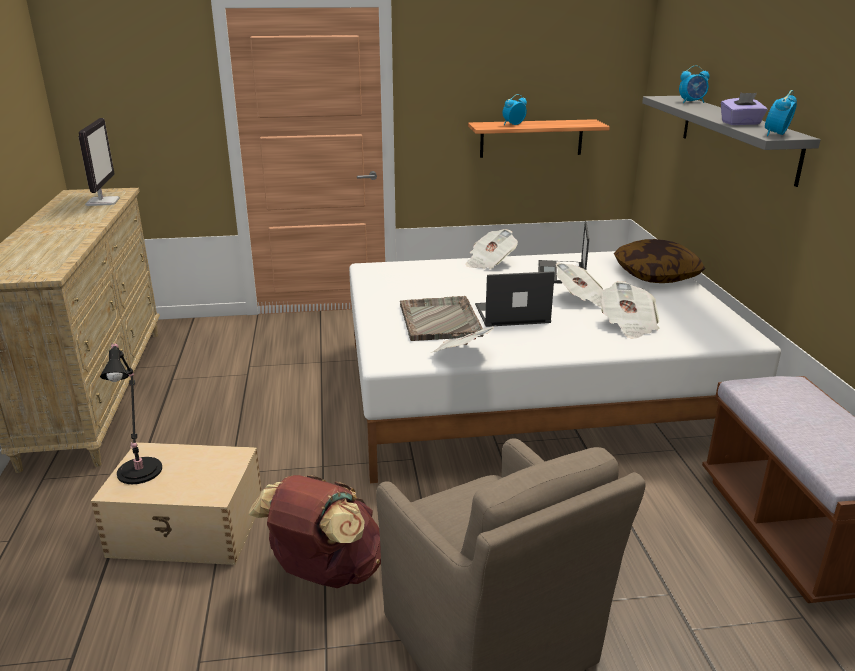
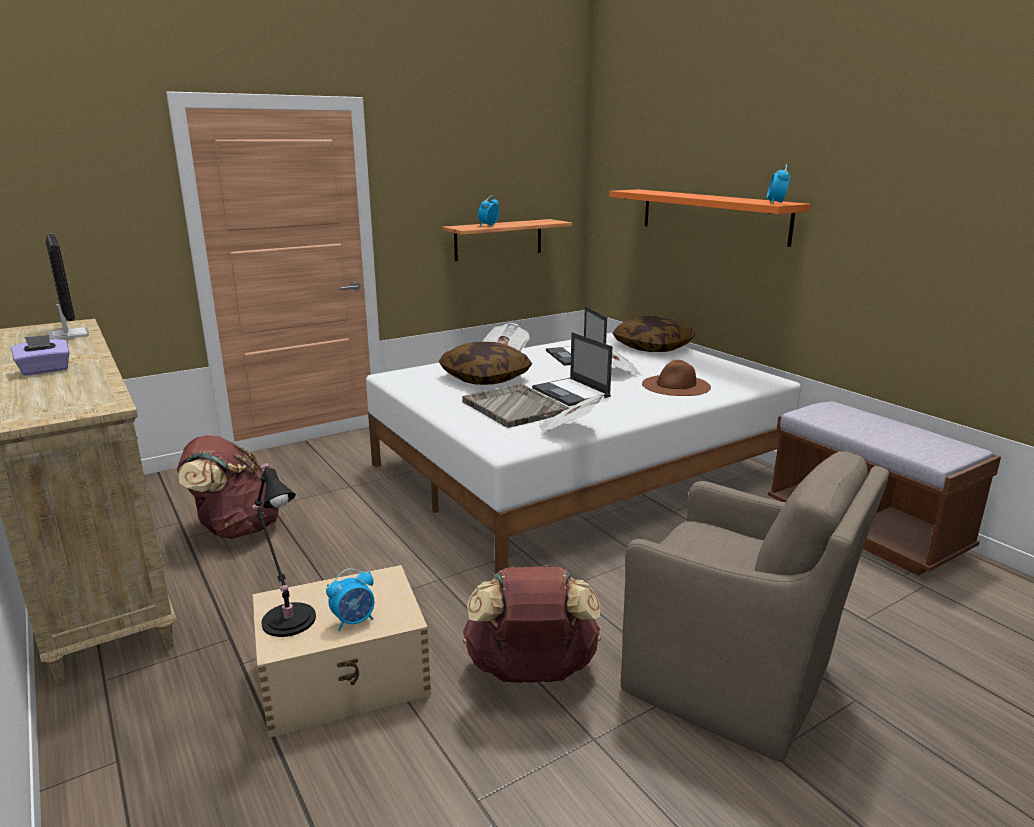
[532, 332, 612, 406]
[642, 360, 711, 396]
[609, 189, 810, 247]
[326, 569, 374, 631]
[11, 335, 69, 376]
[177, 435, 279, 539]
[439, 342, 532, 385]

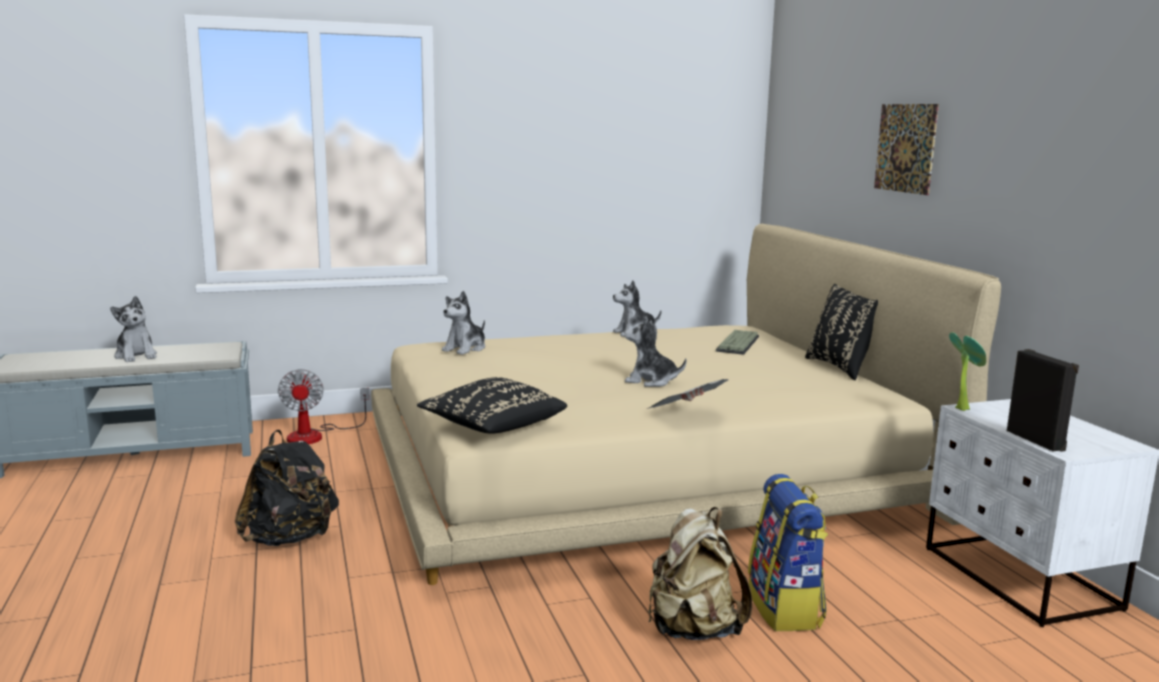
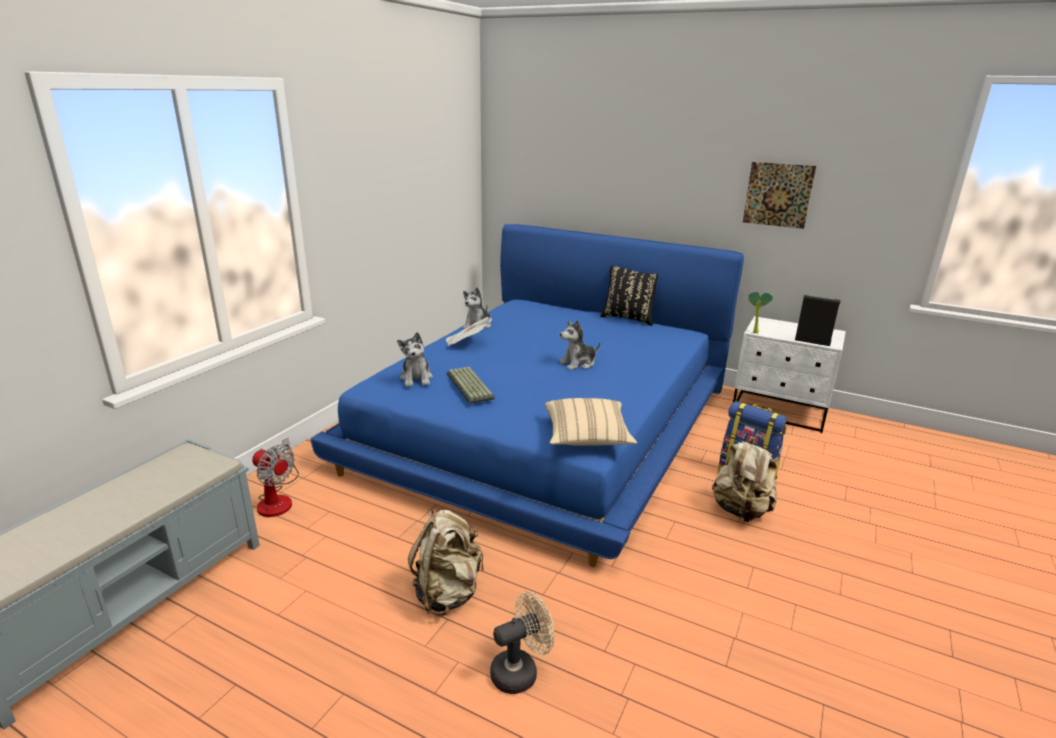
[110, 296, 157, 362] (first image)
[408, 510, 484, 616]
[311, 224, 744, 567]
[545, 398, 637, 446]
[446, 317, 492, 346]
[447, 367, 495, 404]
[743, 162, 816, 229]
[490, 591, 555, 694]

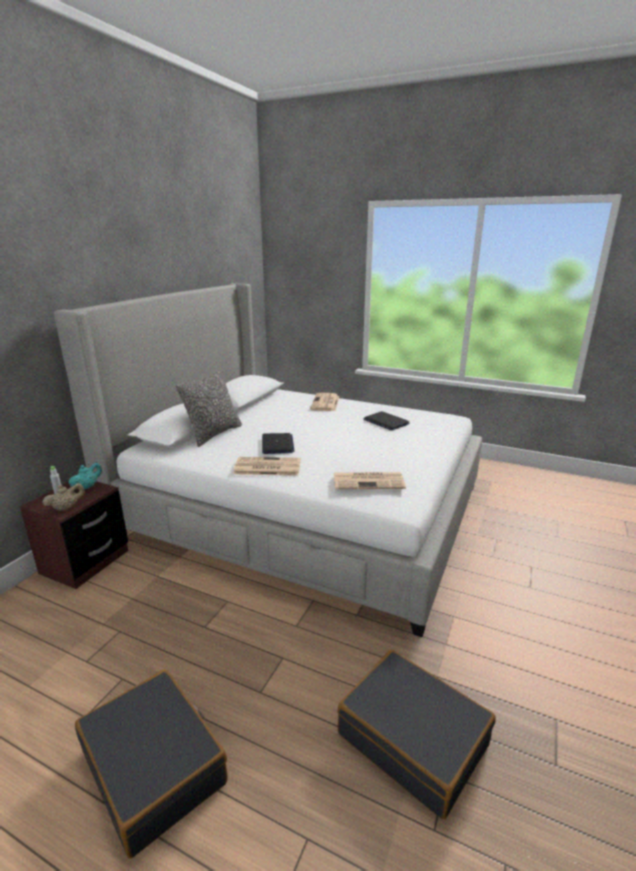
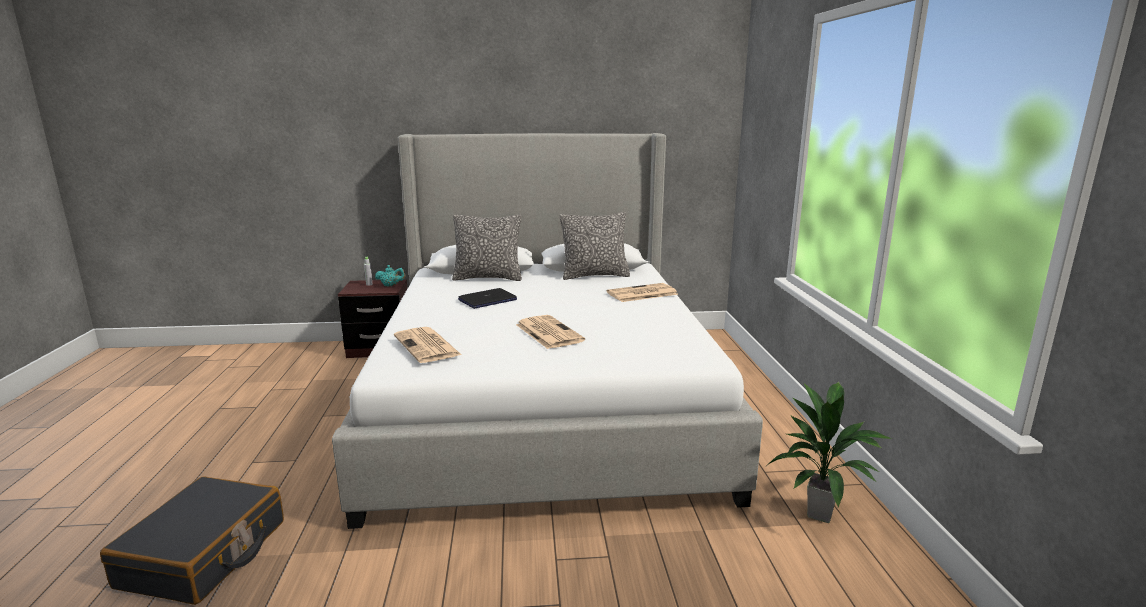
[43, 483, 85, 511] (first image)
[75, 669, 228, 859] (first image)
[516, 315, 585, 349]
[363, 411, 409, 431] (first image)
[560, 212, 630, 280]
[767, 382, 892, 523]

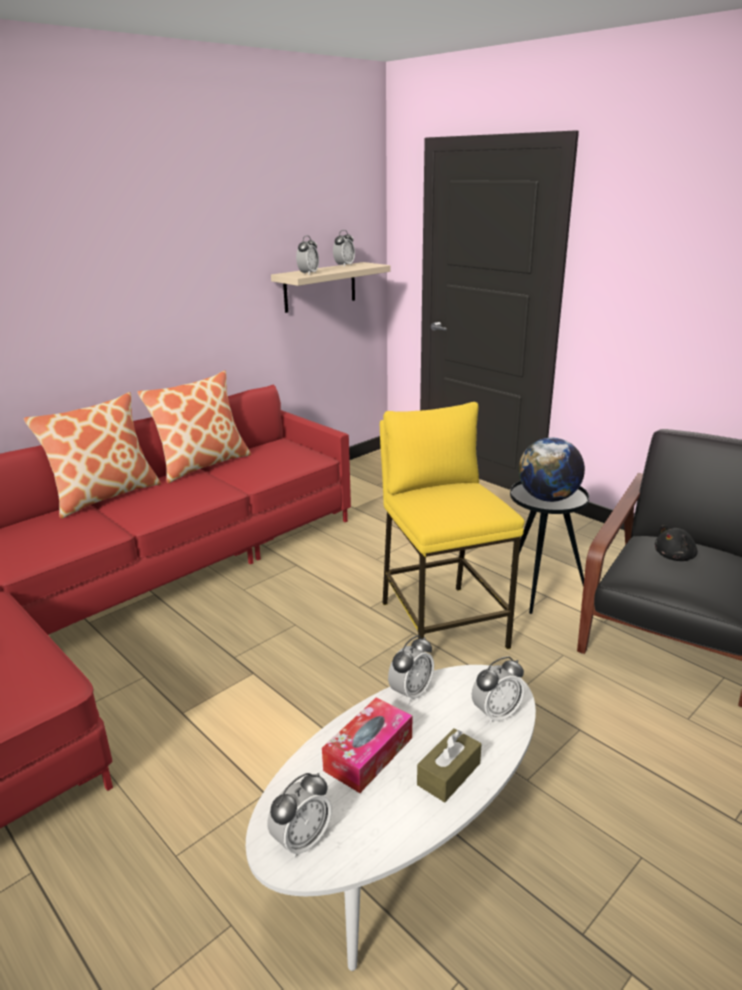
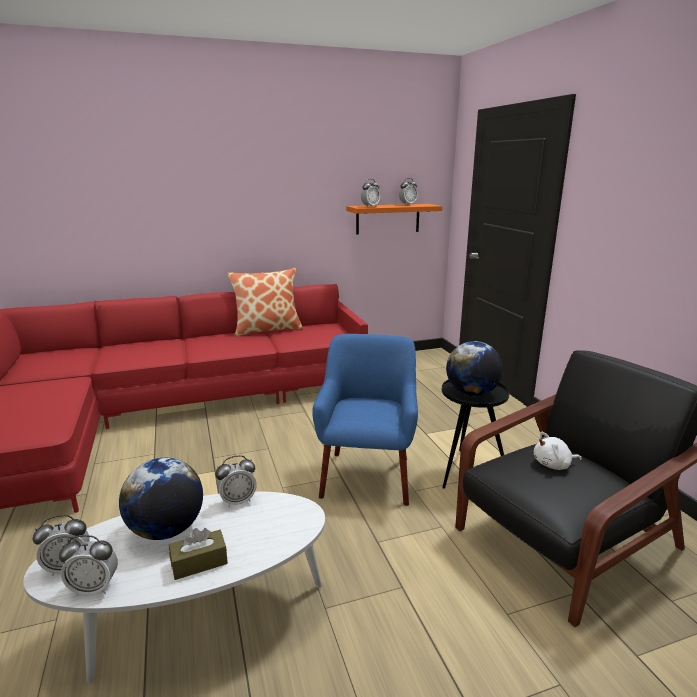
[24, 392, 161, 519] (first image)
[346, 204, 442, 235]
[119, 458, 203, 540]
[312, 334, 418, 506]
[59, 535, 118, 595]
[534, 432, 582, 470]

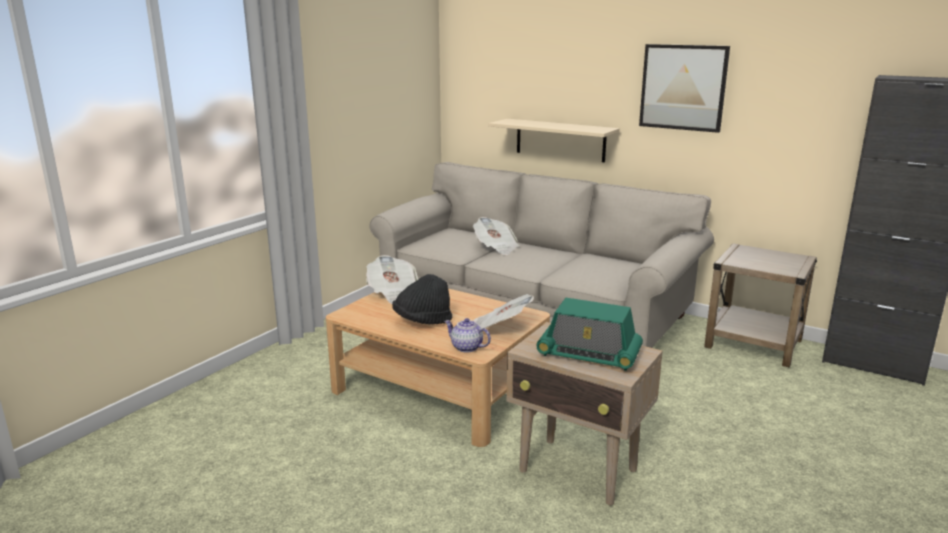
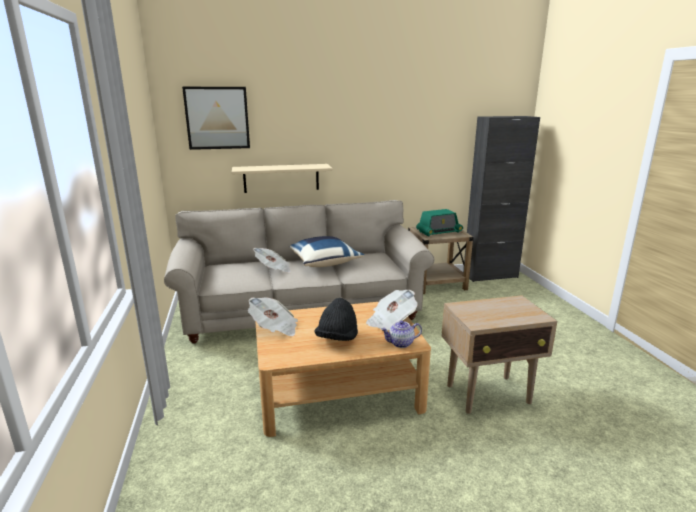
[416, 209, 463, 236]
[182, 87, 250, 150]
[289, 236, 364, 267]

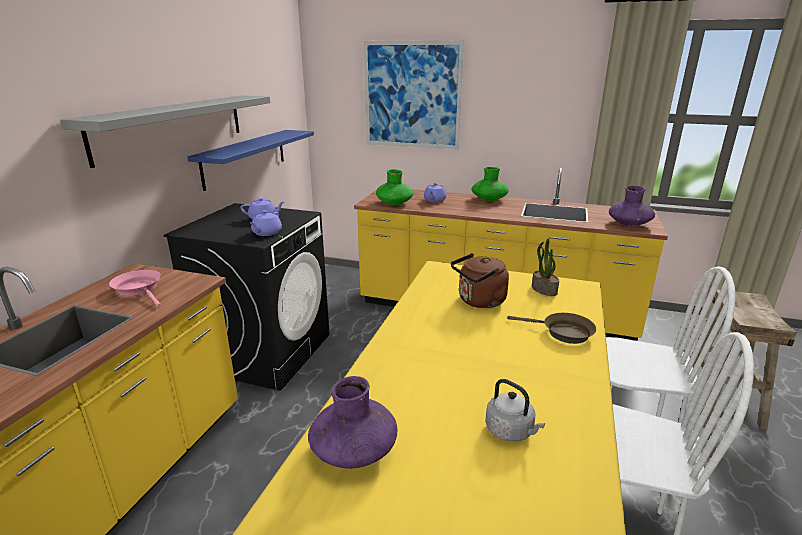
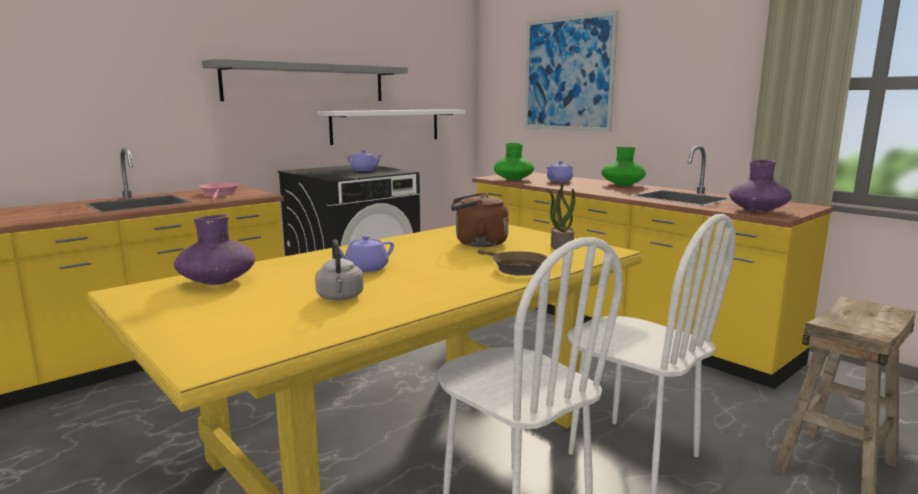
[317, 109, 465, 145]
[339, 235, 394, 273]

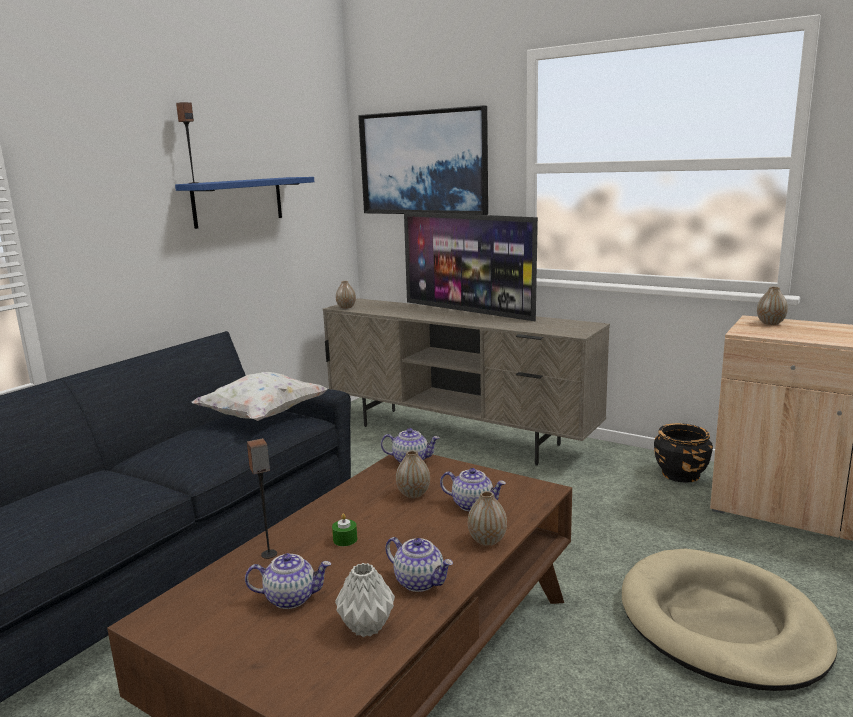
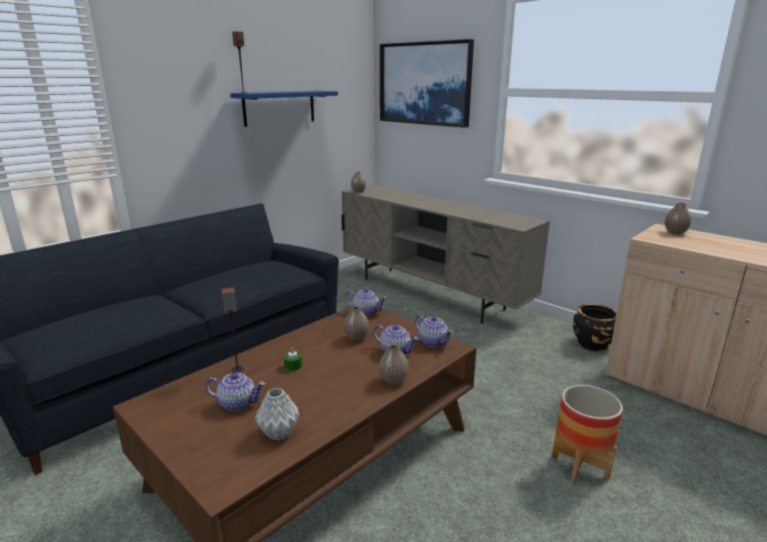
[192, 372, 328, 421] (first image)
[415, 315, 453, 347]
[404, 212, 538, 321] (first image)
[552, 385, 623, 484]

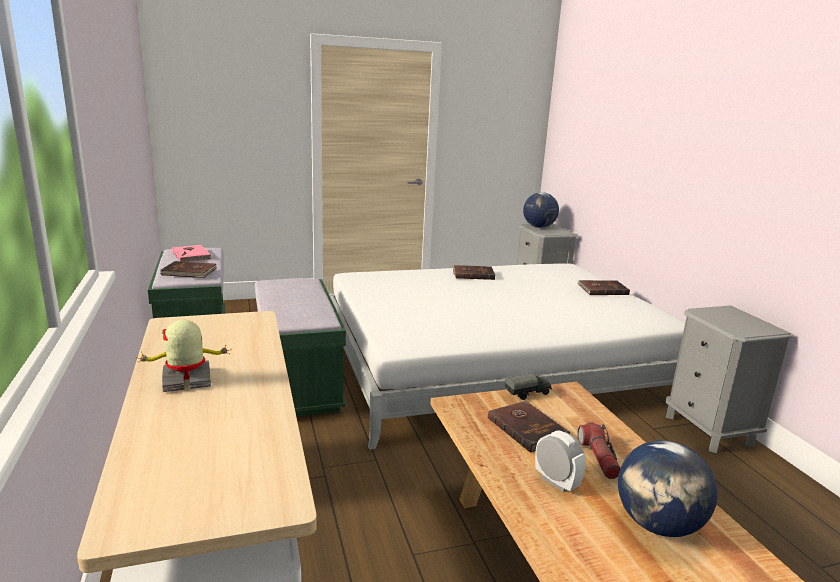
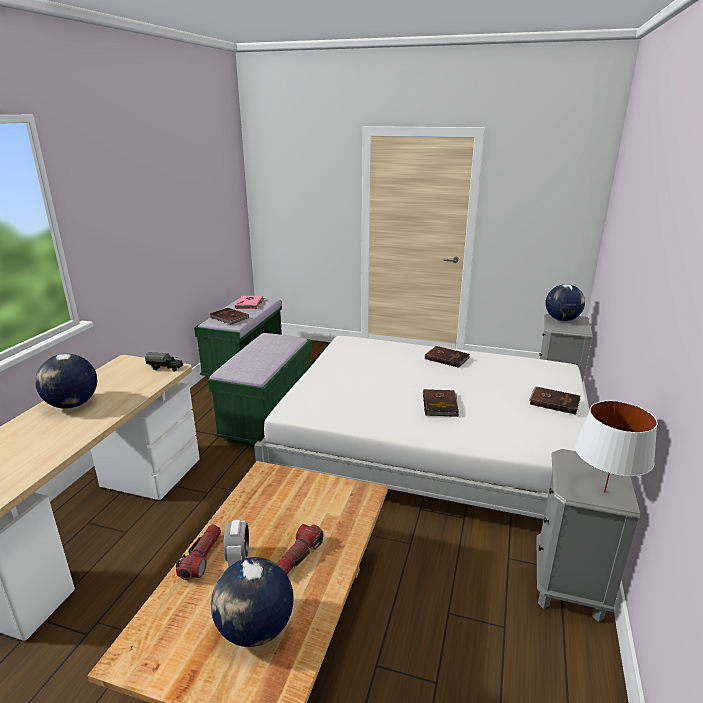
[35, 354, 97, 409]
[423, 389, 459, 417]
[145, 352, 183, 372]
[176, 524, 221, 580]
[575, 401, 657, 493]

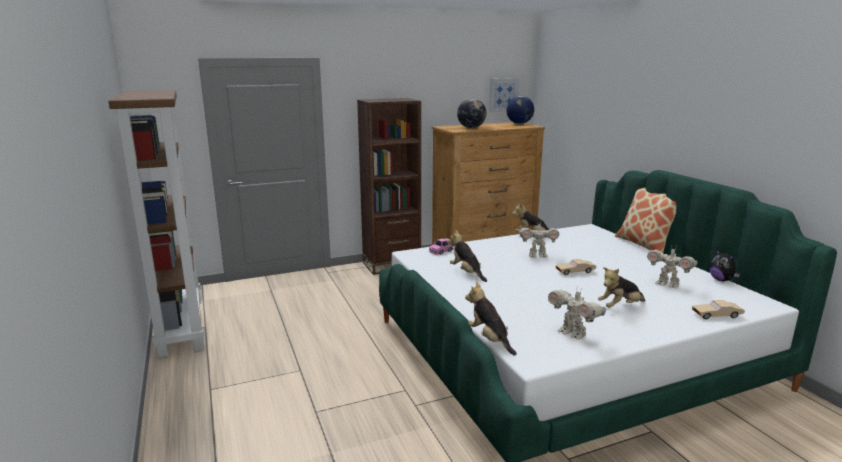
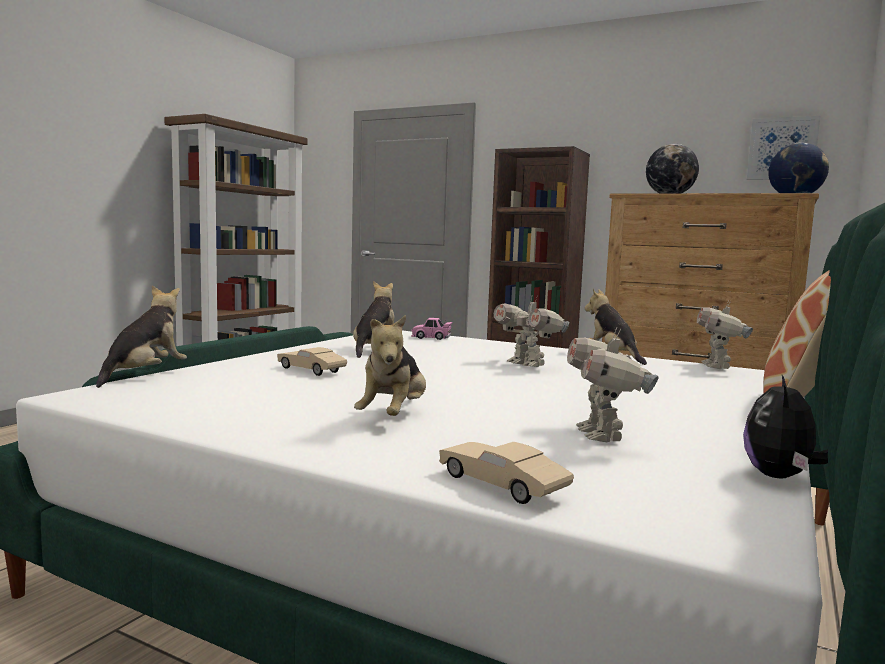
[697, 301, 753, 369]
[277, 347, 347, 376]
[354, 315, 426, 416]

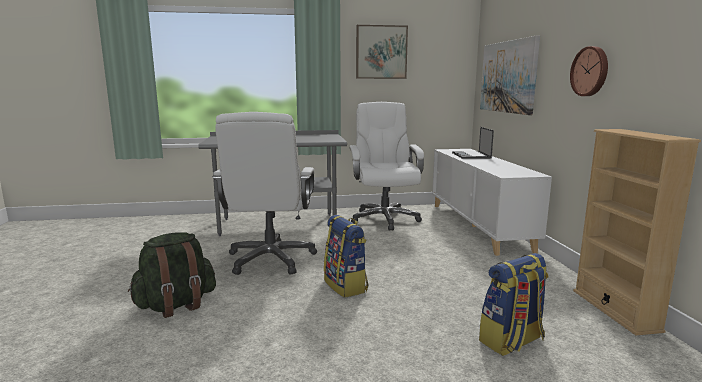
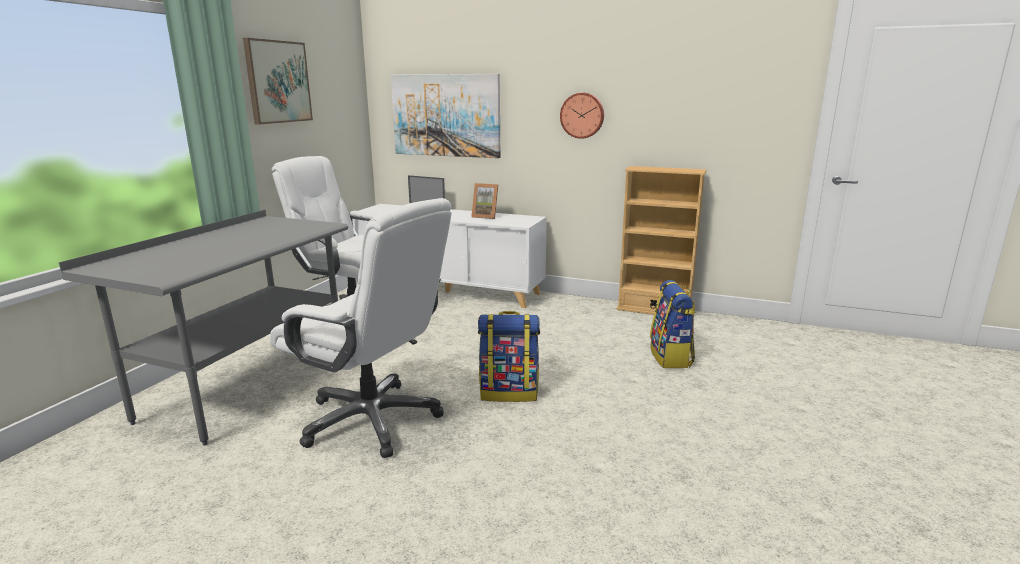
[128, 232, 216, 318] (first image)
[471, 183, 498, 219]

